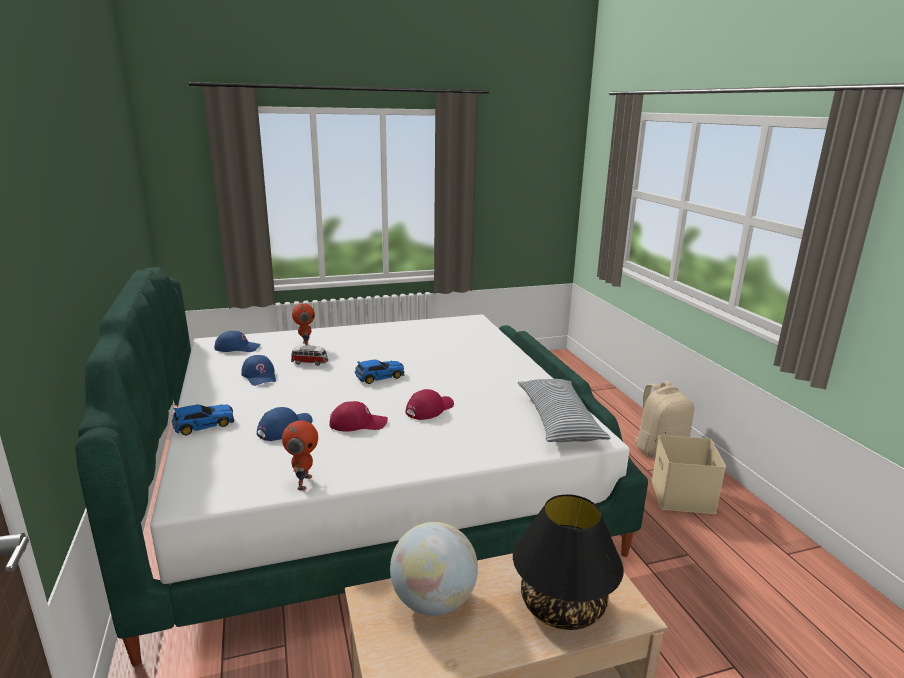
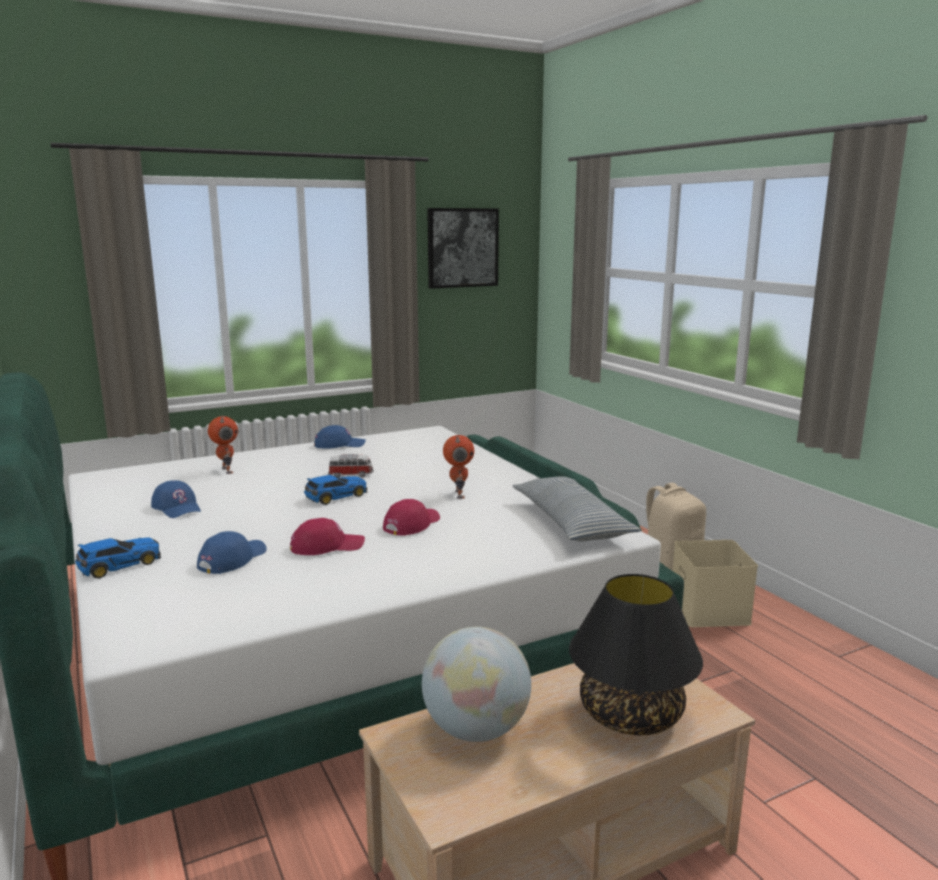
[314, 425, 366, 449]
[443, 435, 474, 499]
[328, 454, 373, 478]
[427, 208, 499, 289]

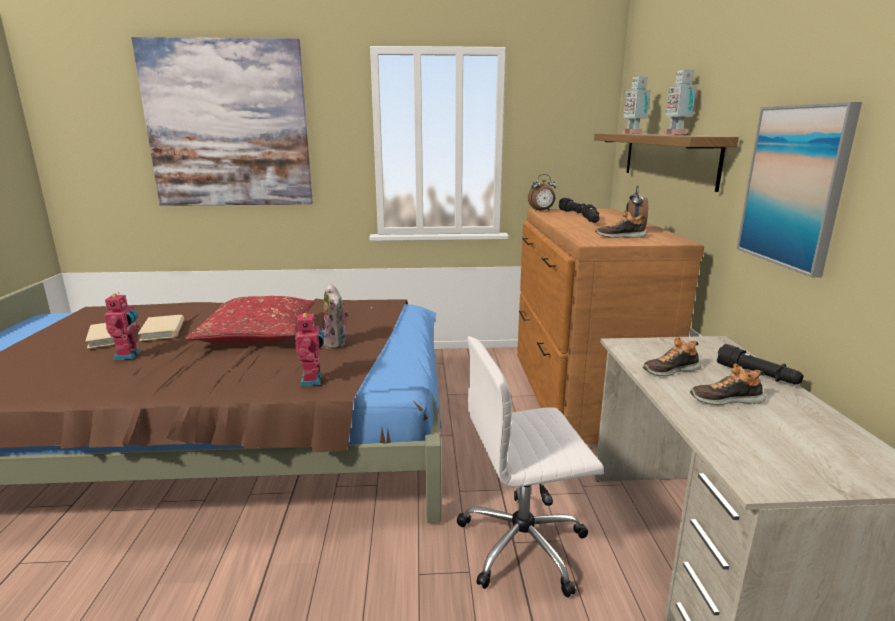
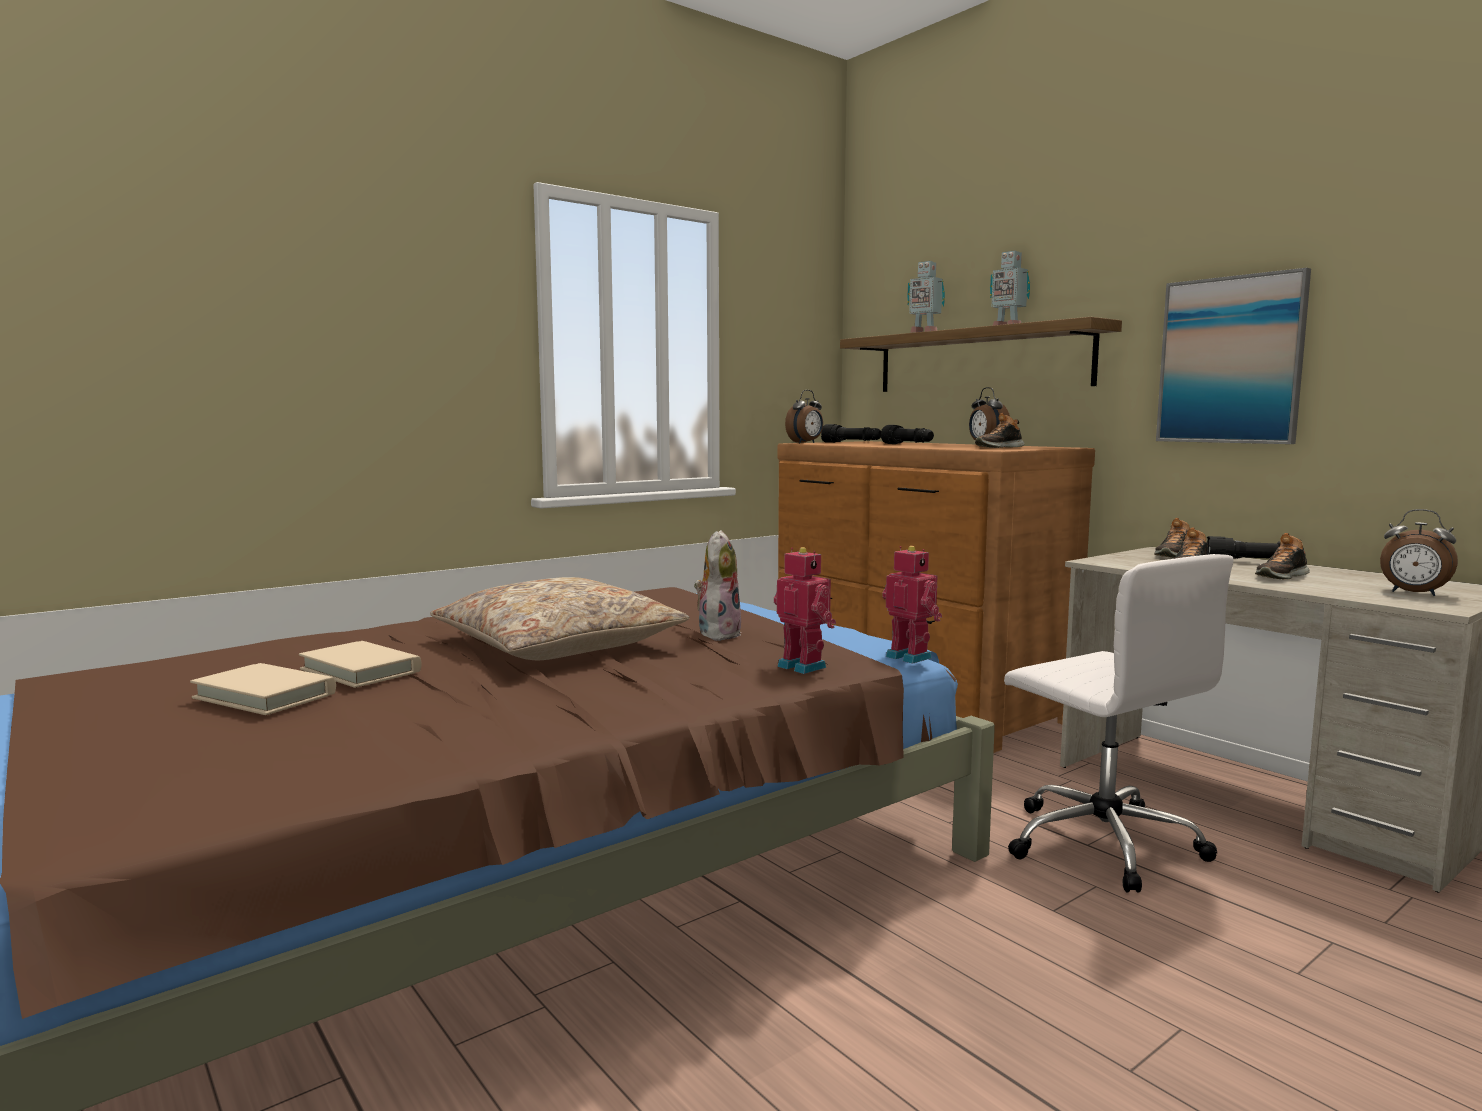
[882, 546, 942, 664]
[131, 37, 313, 206] (first image)
[430, 577, 689, 660]
[694, 530, 741, 641]
[1004, 554, 1234, 893]
[1154, 518, 1190, 558]
[1380, 509, 1458, 596]

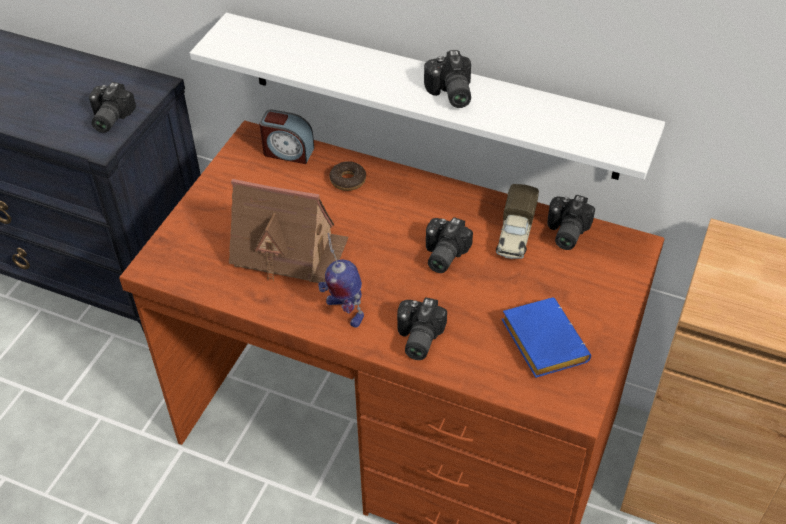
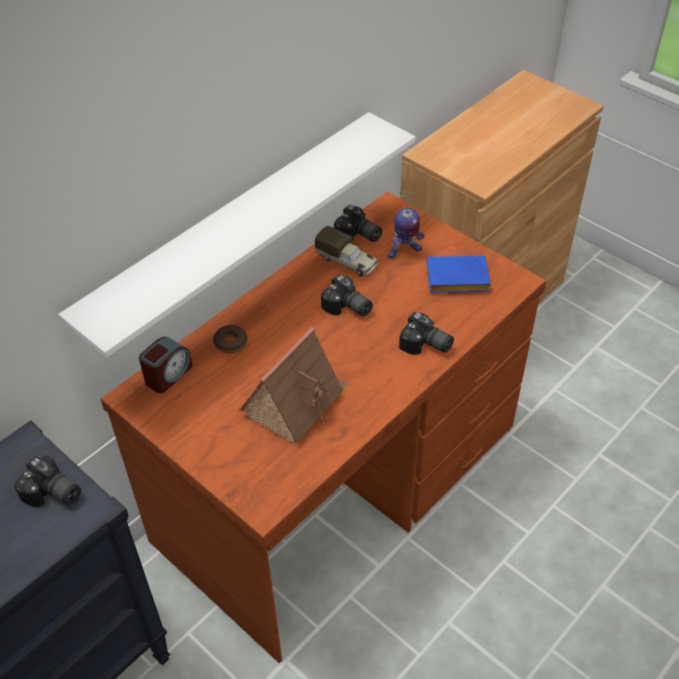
[388, 191, 425, 259]
[424, 50, 471, 108] (first image)

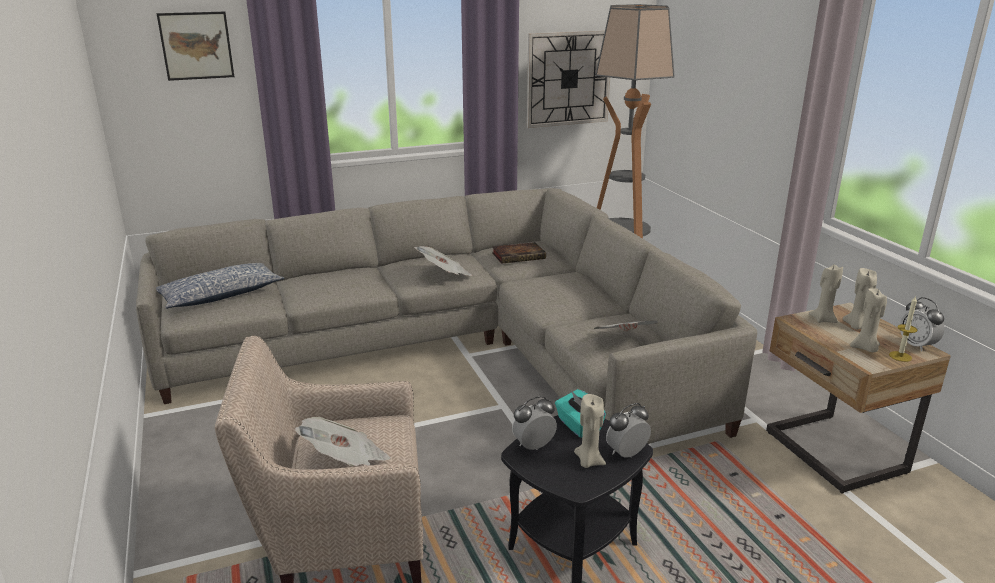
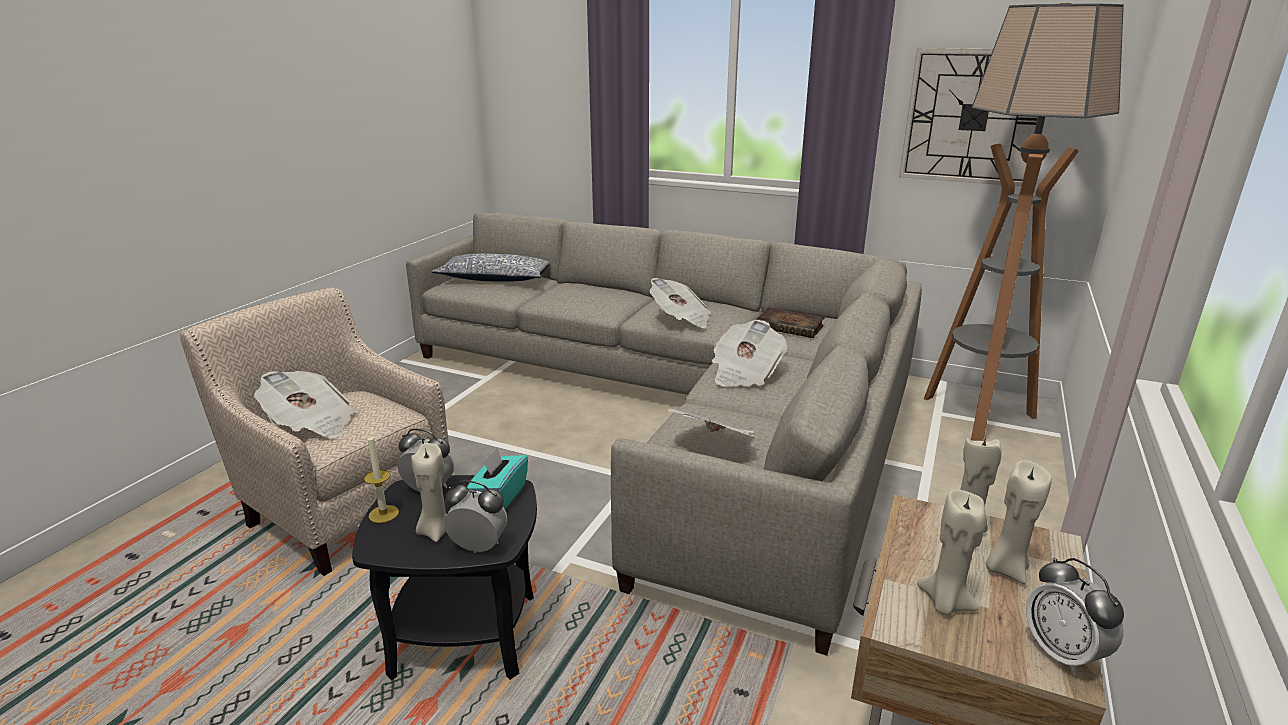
[157, 12, 234, 81] (first image)
[364, 432, 399, 523]
[1026, 558, 1124, 675]
[712, 320, 787, 387]

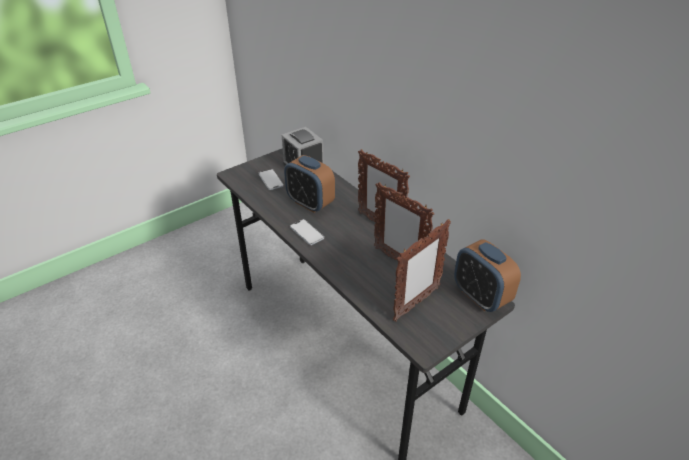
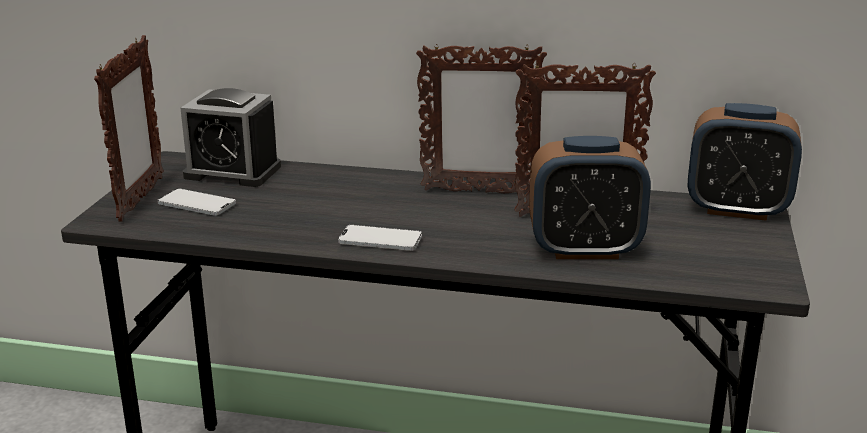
[529, 136, 651, 259]
[94, 35, 164, 221]

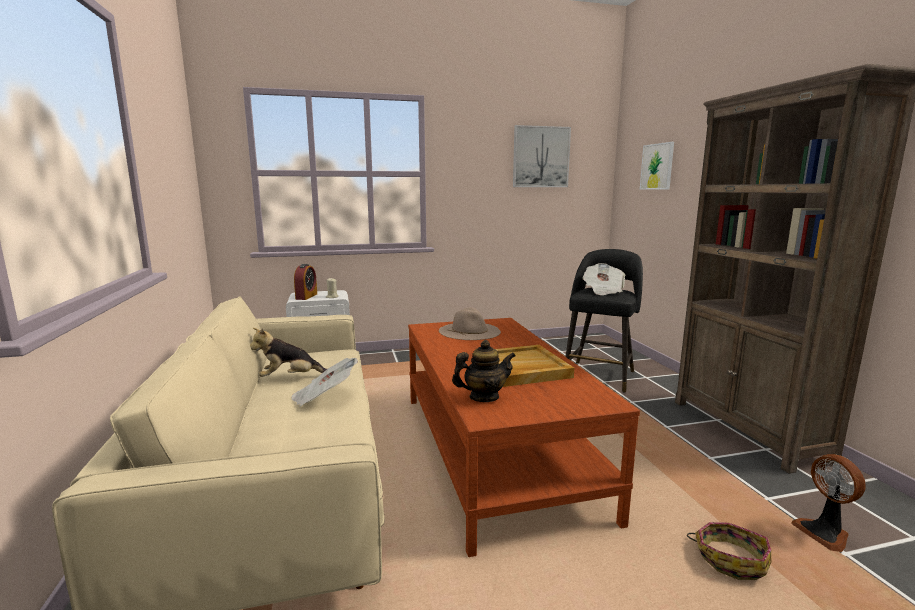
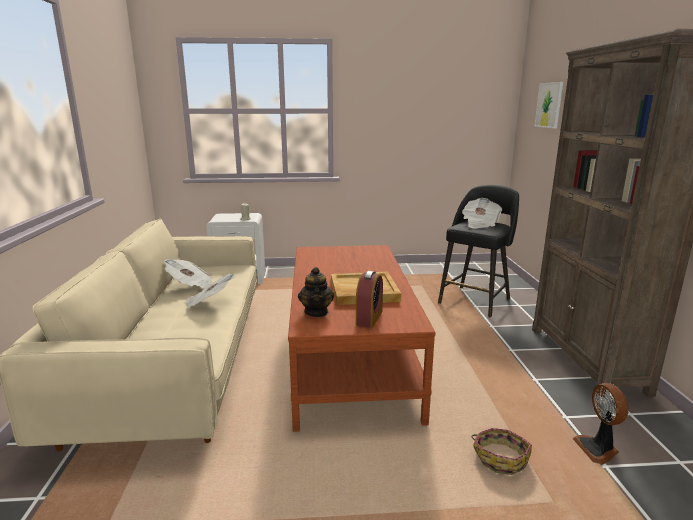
[164, 259, 213, 288]
[356, 271, 383, 328]
[439, 307, 501, 340] (first image)
[298, 267, 334, 317]
[513, 125, 571, 187] (first image)

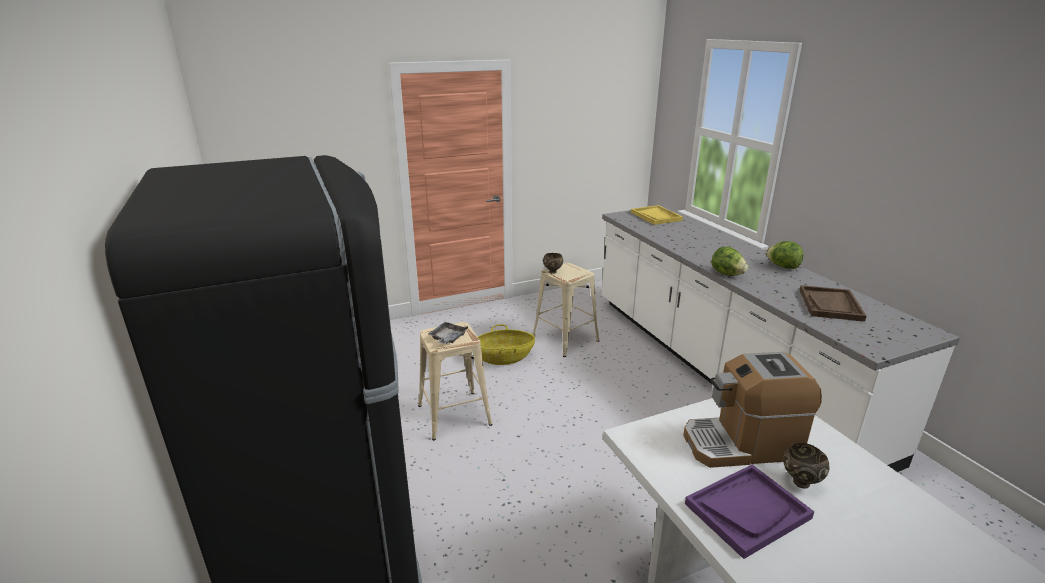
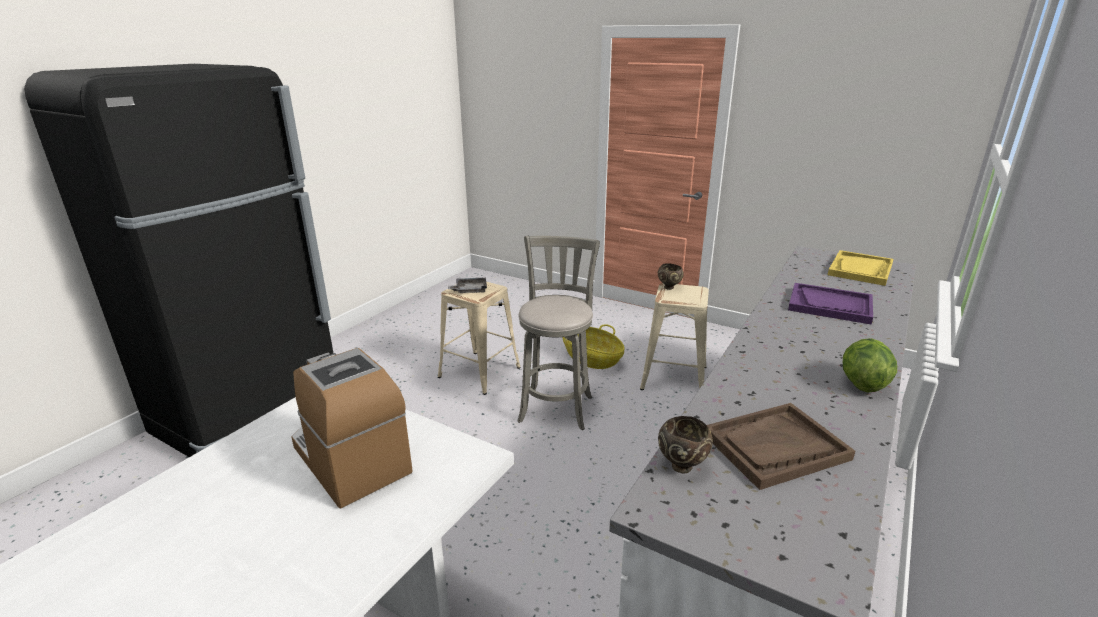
[788, 283, 873, 324]
[711, 247, 748, 276] (first image)
[658, 416, 713, 474]
[518, 236, 600, 430]

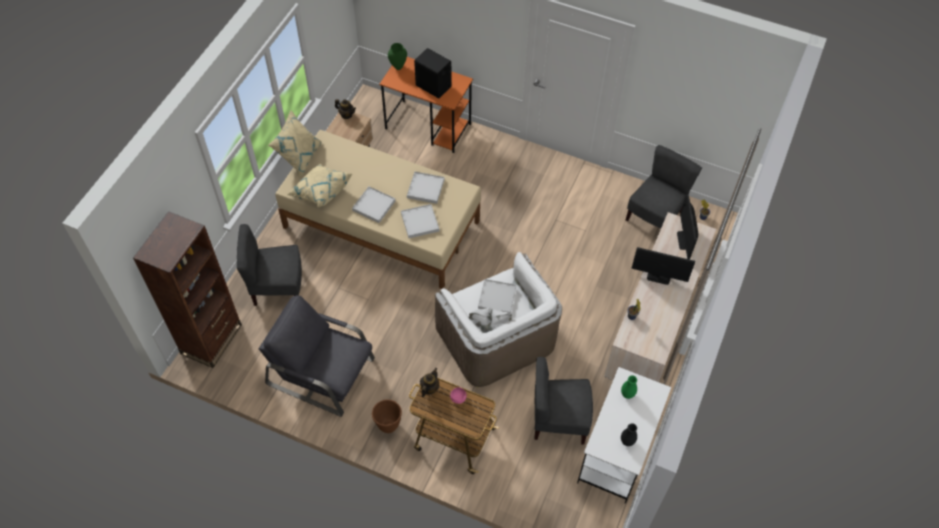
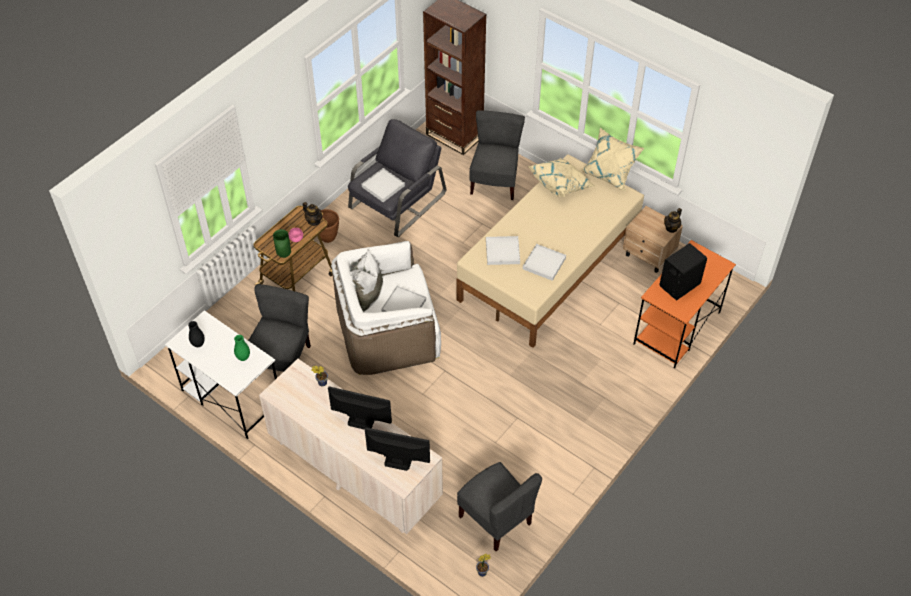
[362, 168, 405, 202]
[273, 229, 291, 258]
[328, 386, 392, 430]

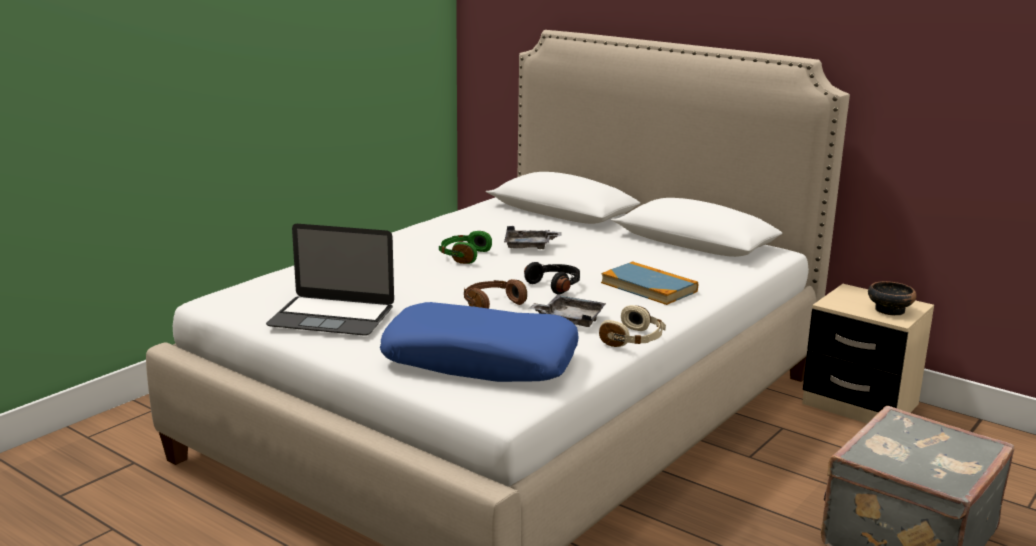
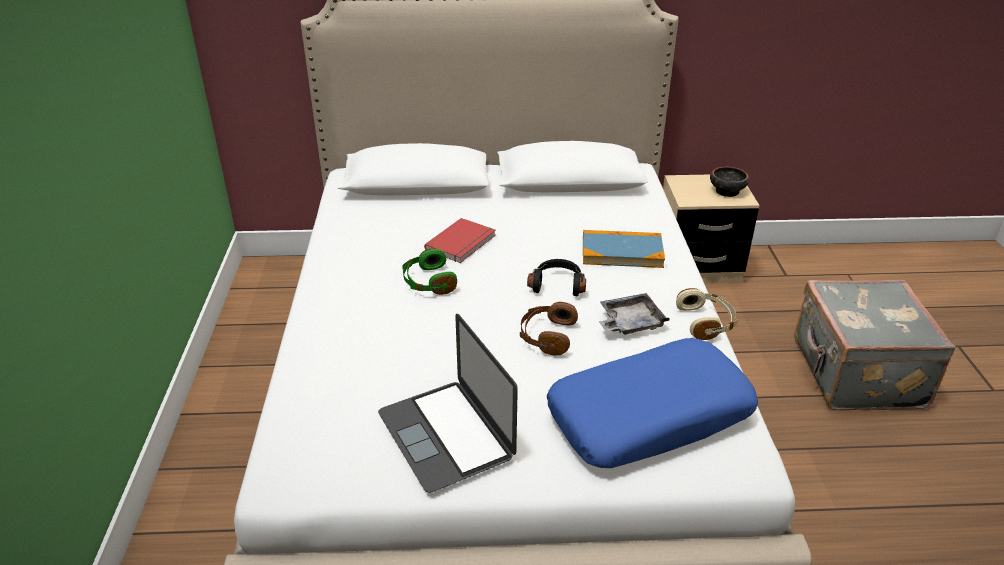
[378, 314, 518, 493]
[424, 218, 496, 263]

